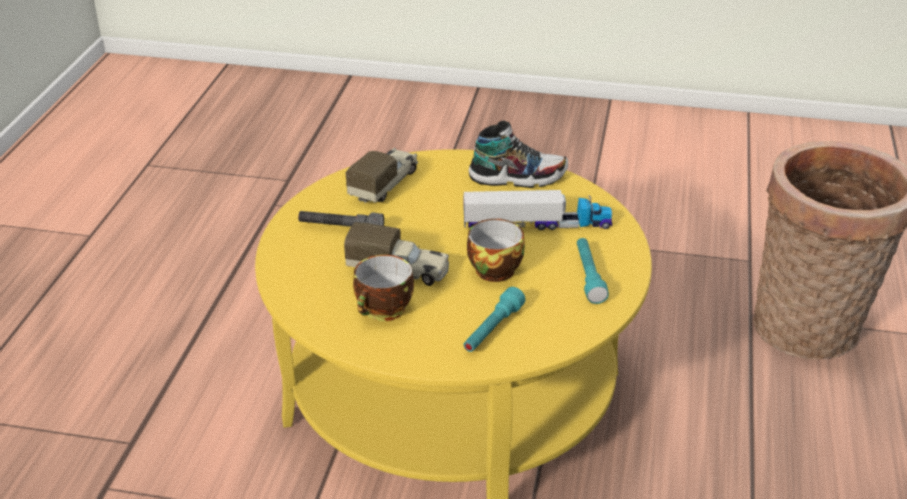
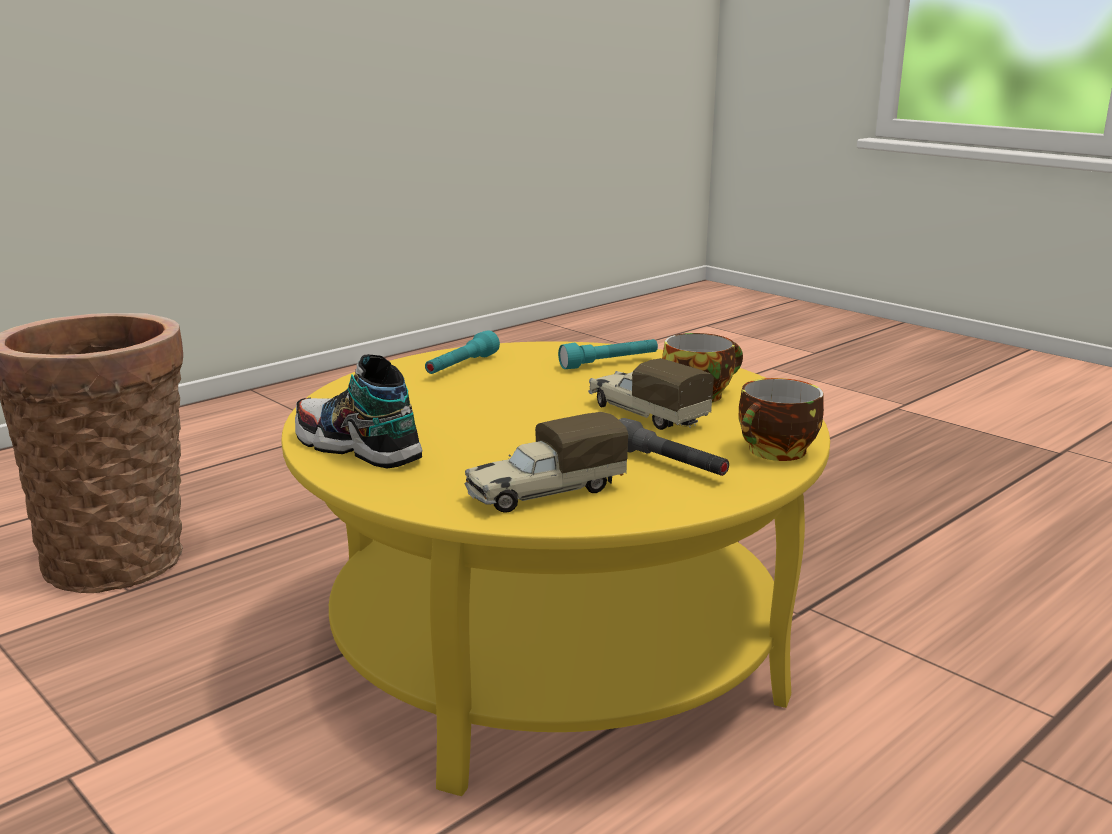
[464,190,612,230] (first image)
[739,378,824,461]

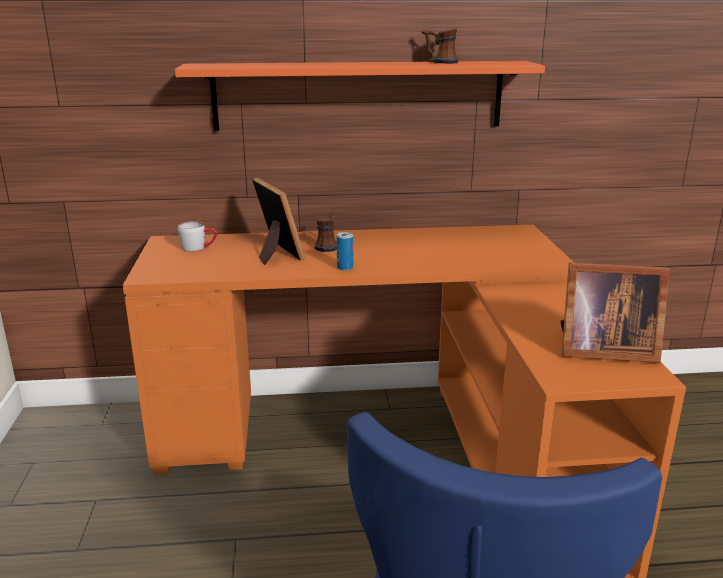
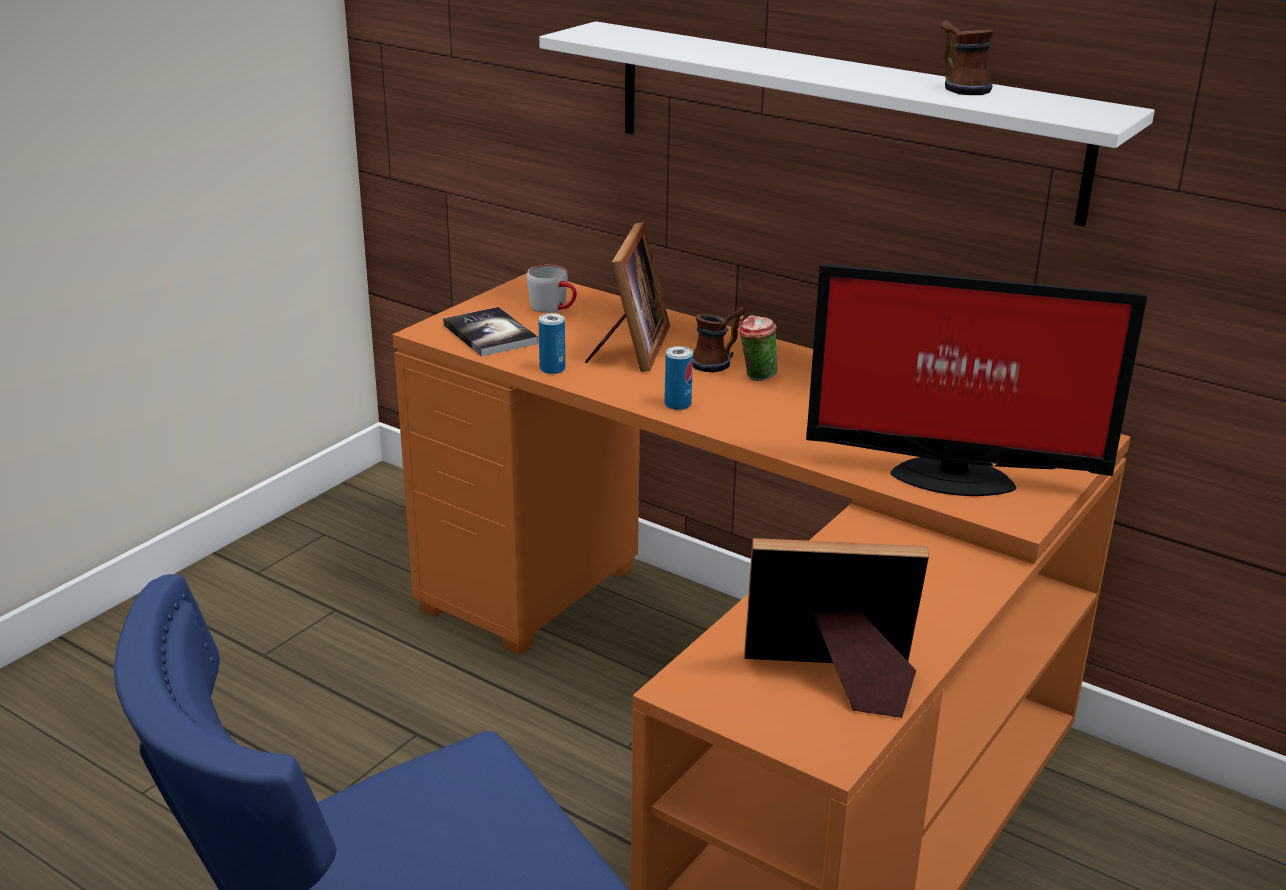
[539,21,1155,227]
[744,538,929,718]
[443,307,538,357]
[539,313,565,374]
[739,315,777,381]
[806,264,1147,496]

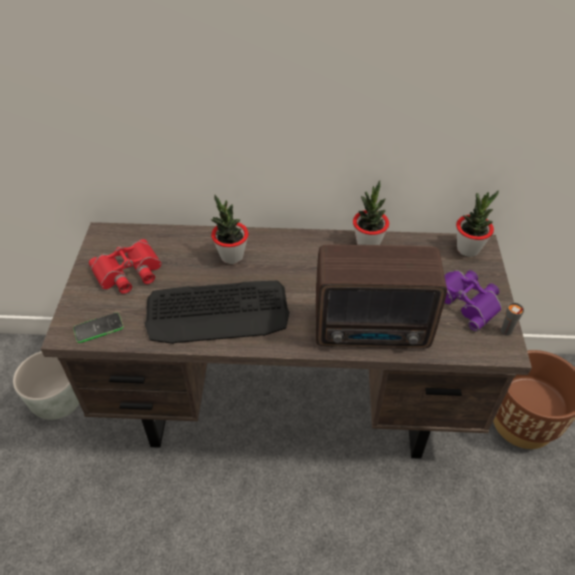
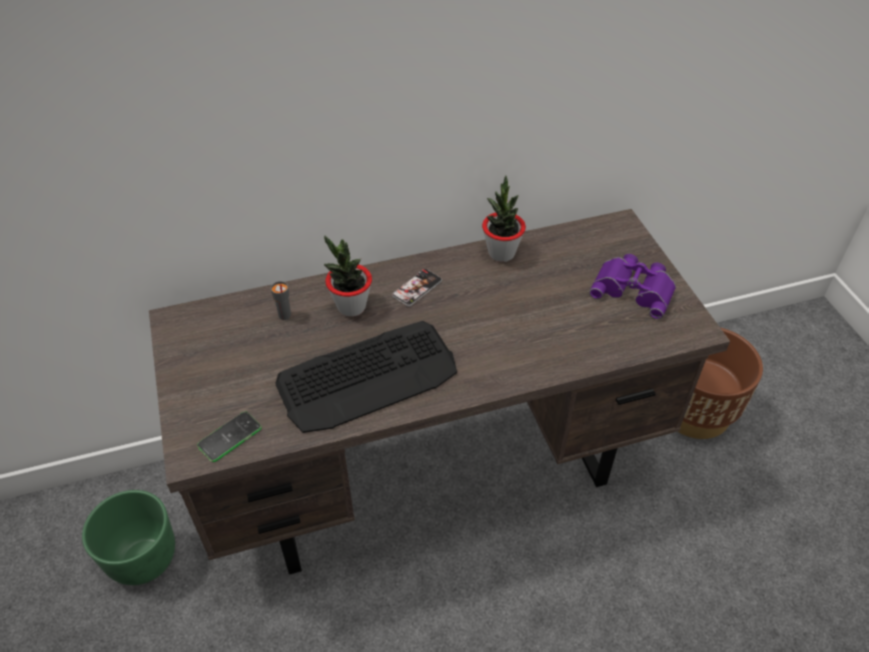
[82,490,175,585]
[89,239,162,294] (first image)
[316,245,447,349] (first image)
[456,190,499,257] (first image)
[271,281,291,320]
[392,269,442,307]

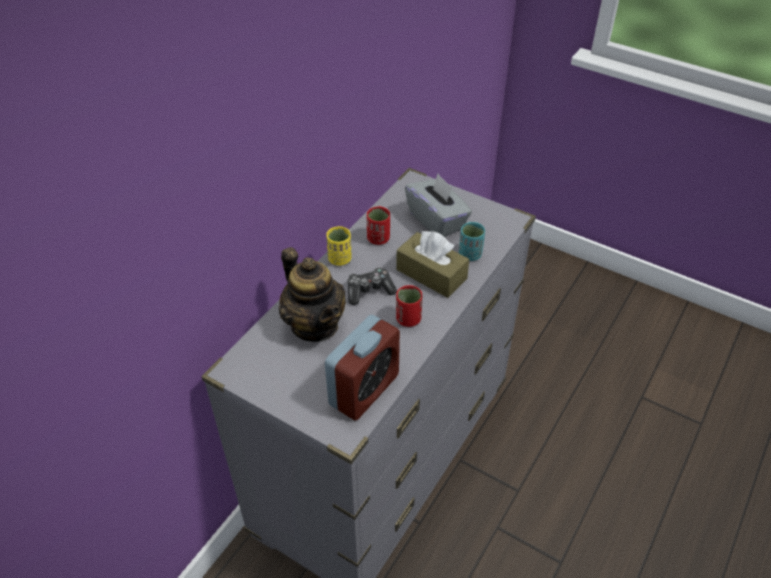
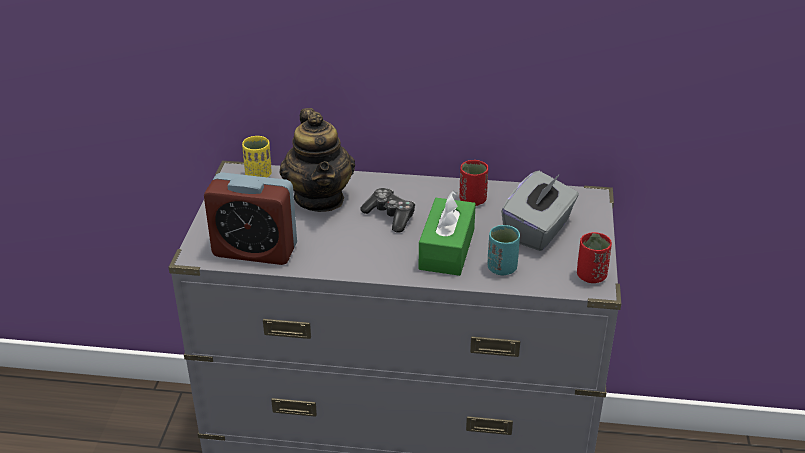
[280,108,355,212]
[242,135,272,177]
[419,191,476,276]
[577,232,612,283]

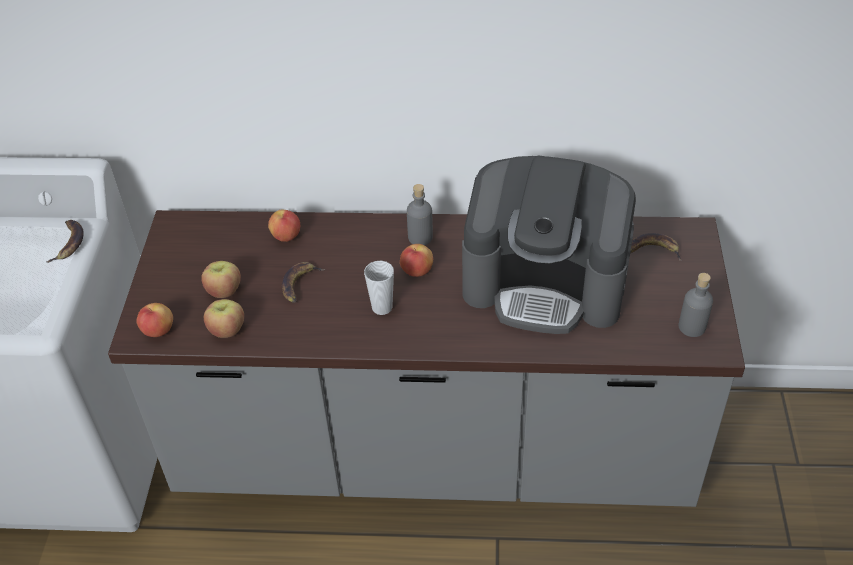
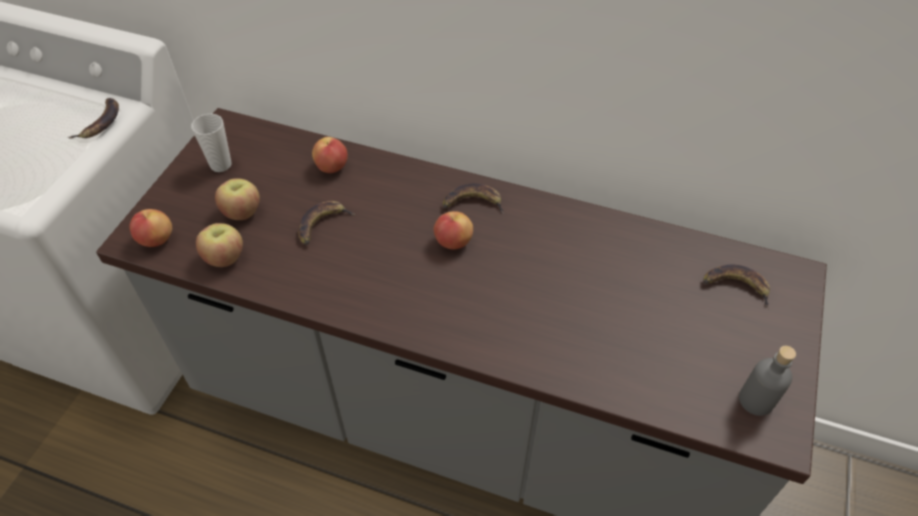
[191,114,231,172]
[443,184,504,214]
[462,156,636,334] (first image)

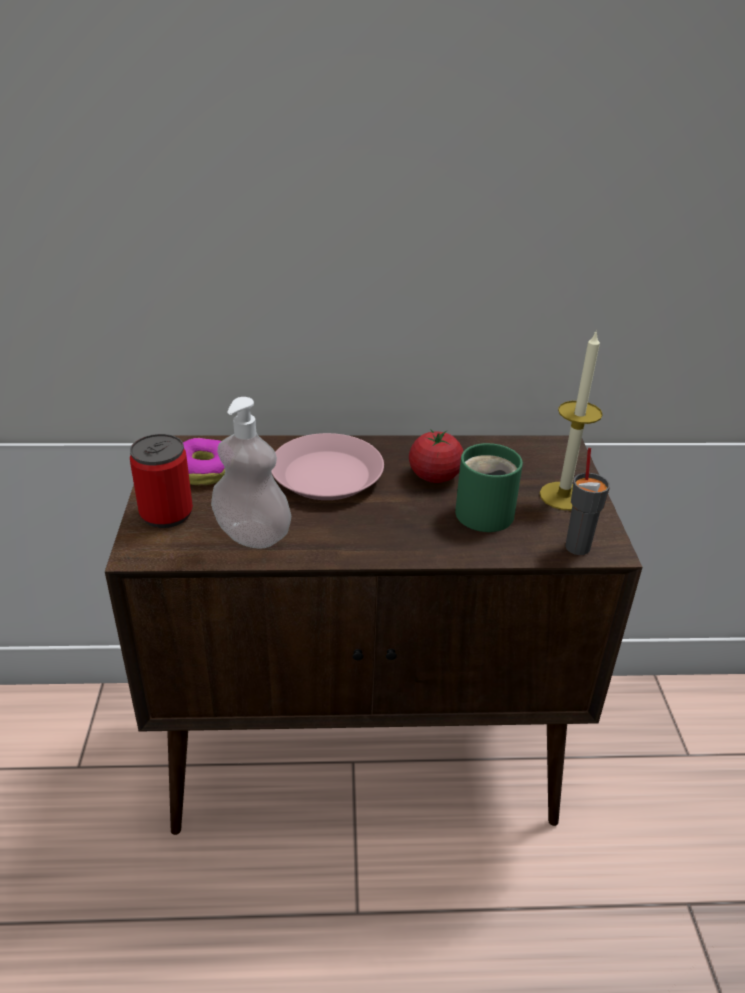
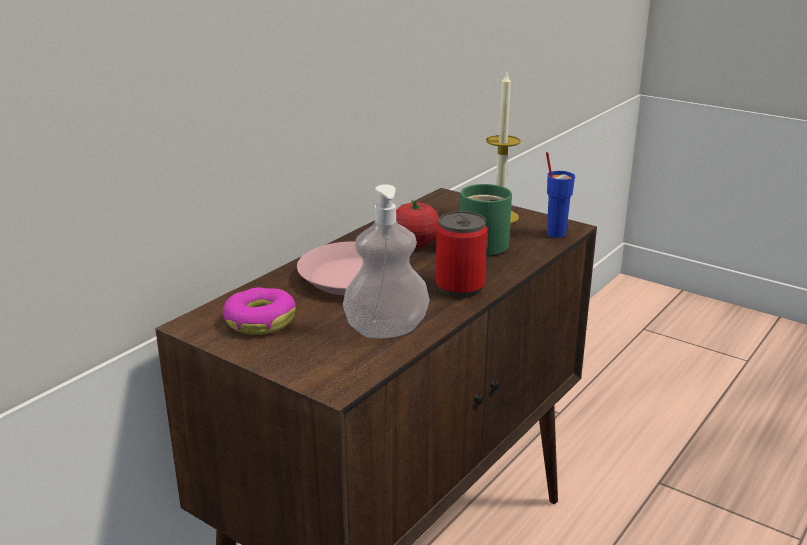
[436,211,487,297]
[546,152,575,238]

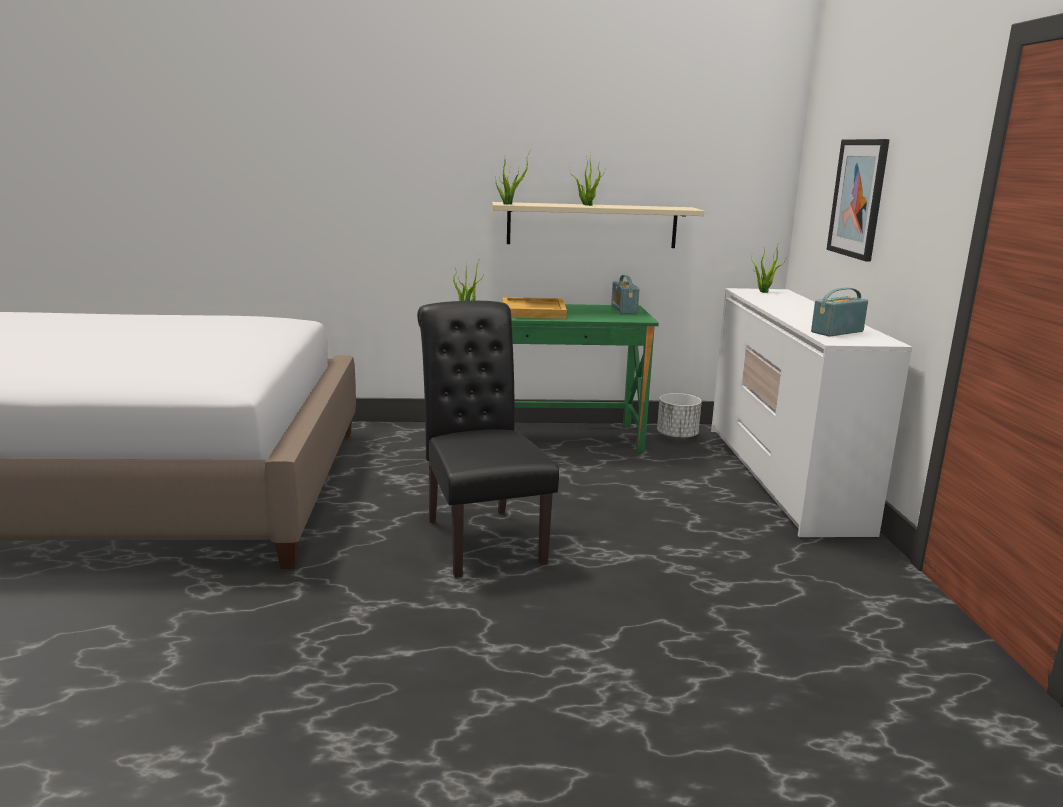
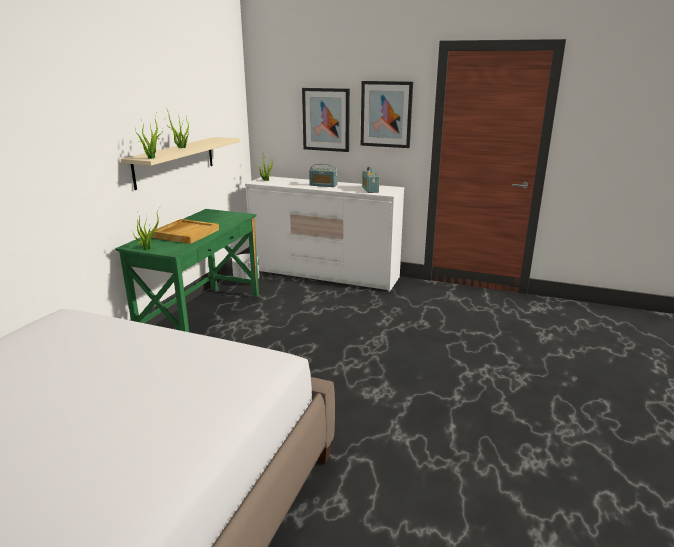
[417,301,559,578] (first image)
[309,164,338,187]
[361,81,413,148]

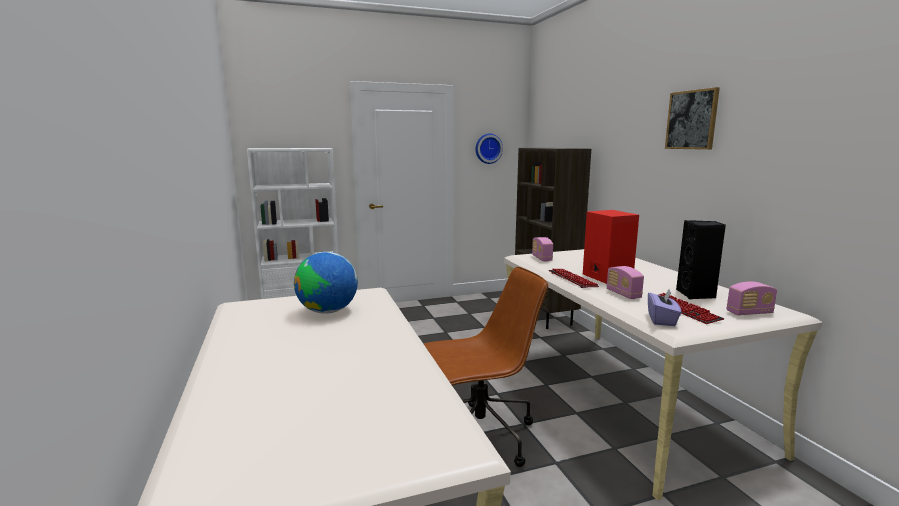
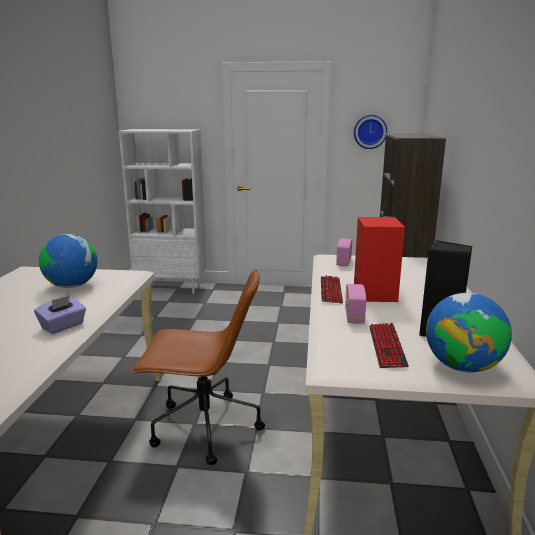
[34,295,86,334]
[665,87,720,150] (first image)
[426,293,512,372]

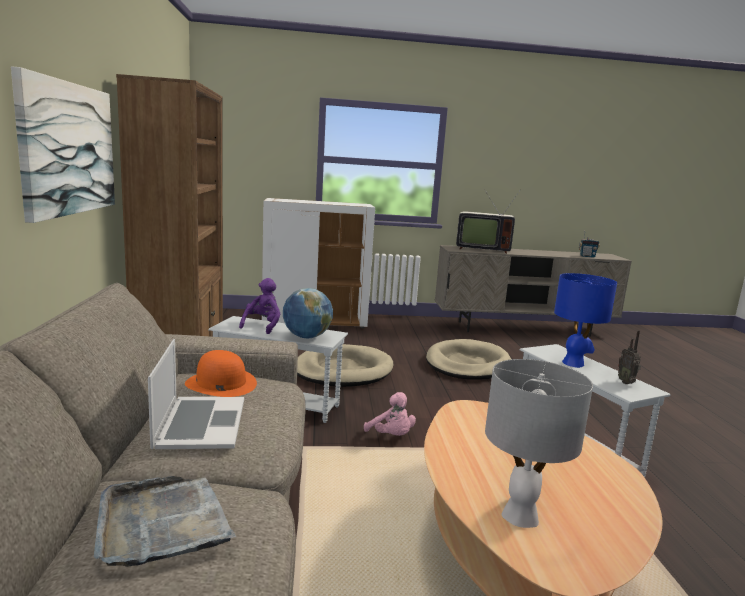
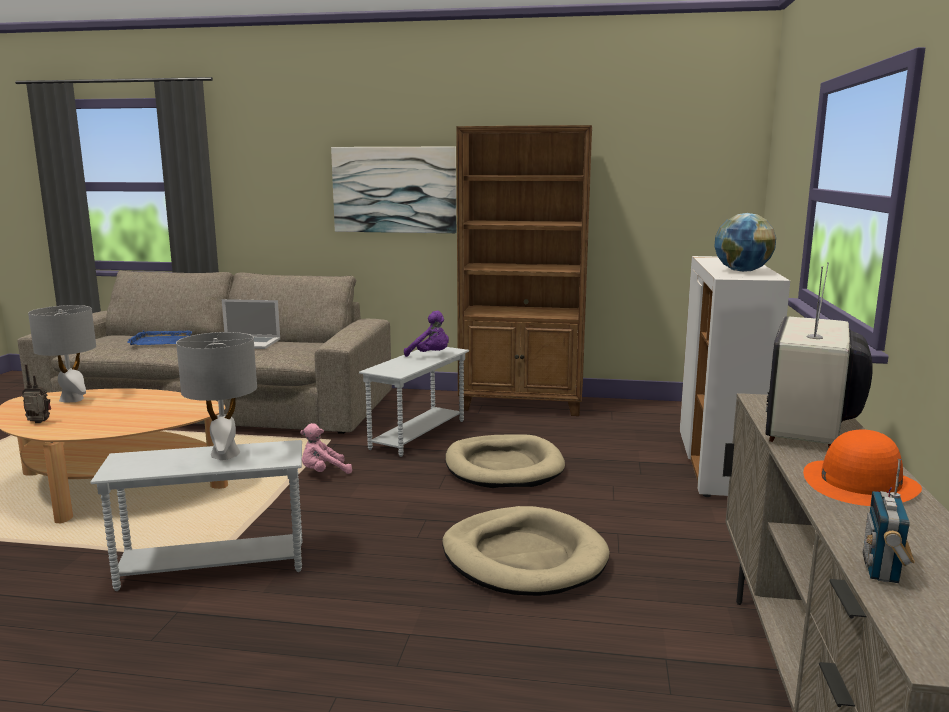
[127,330,193,345]
[803,430,922,506]
[714,213,776,272]
[176,332,257,460]
[22,364,51,423]

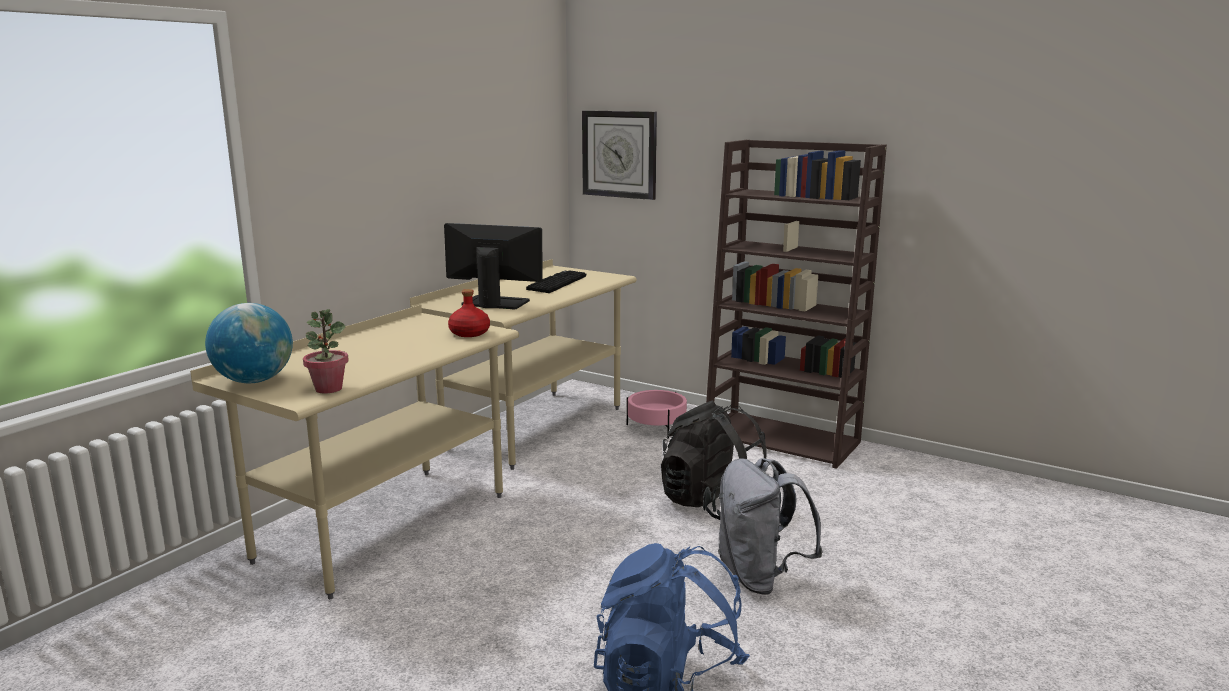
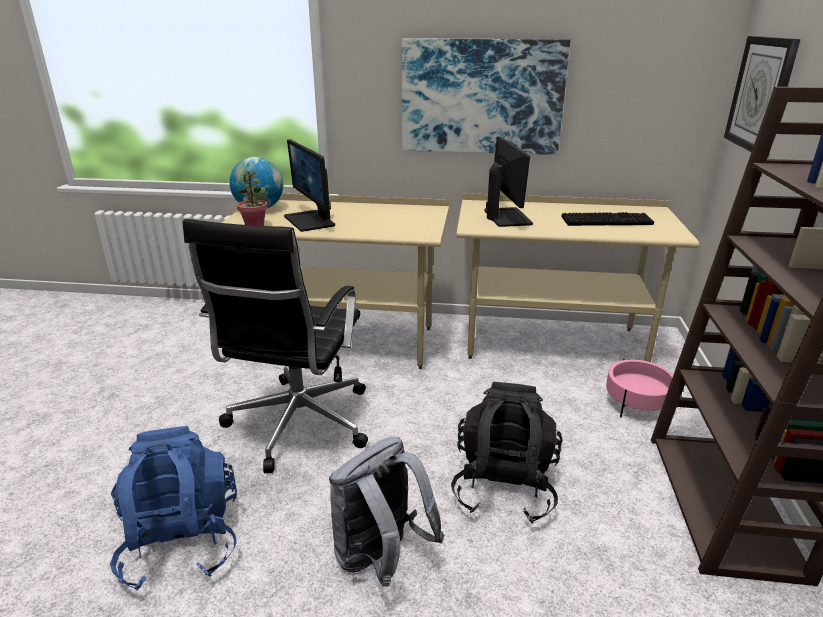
[448,289,490,337] (first image)
[182,219,368,473]
[284,139,335,232]
[401,39,570,155]

